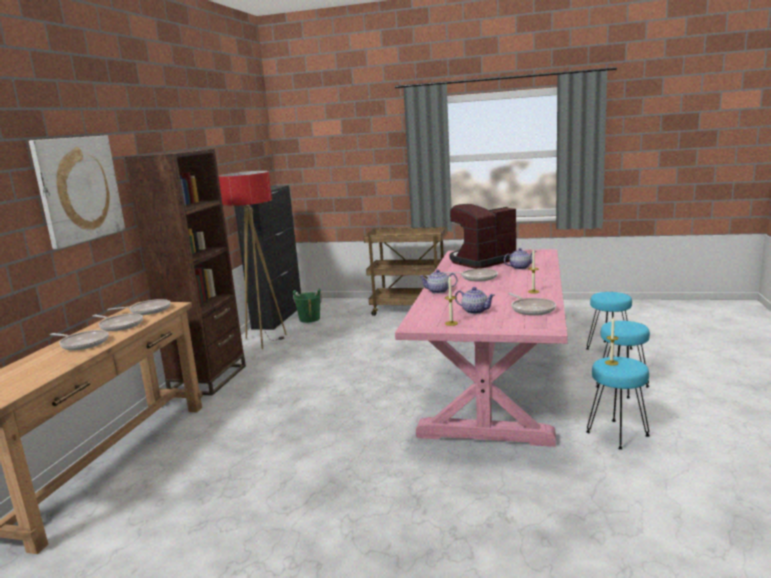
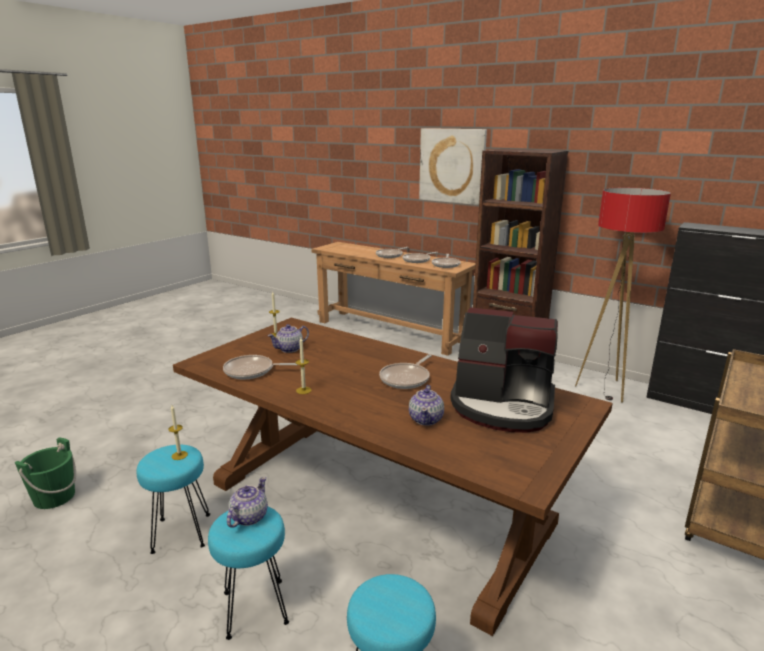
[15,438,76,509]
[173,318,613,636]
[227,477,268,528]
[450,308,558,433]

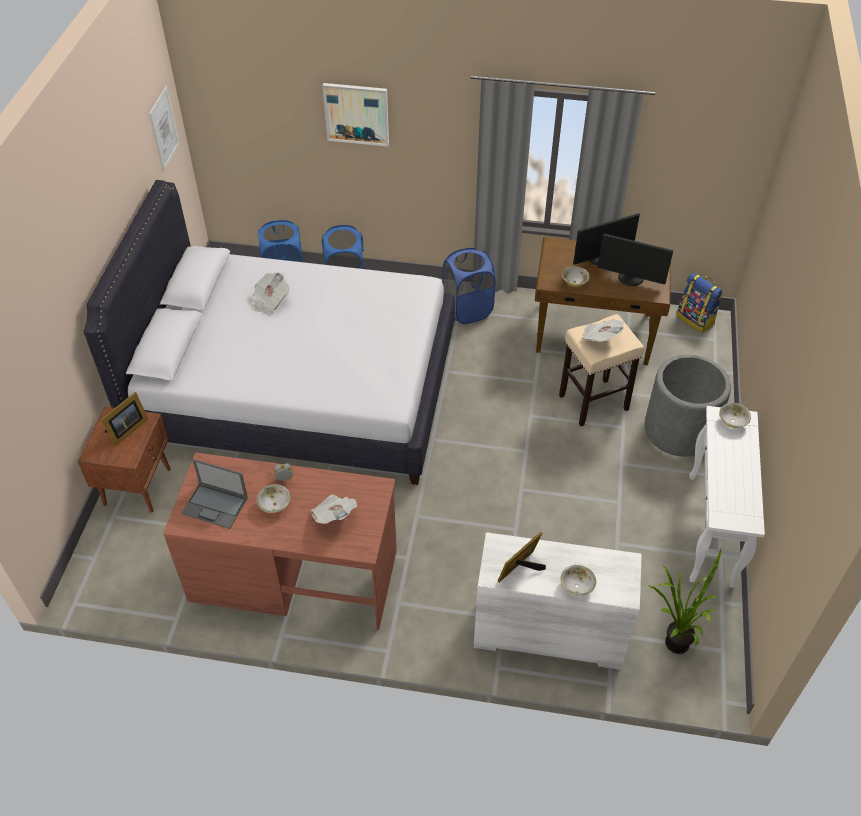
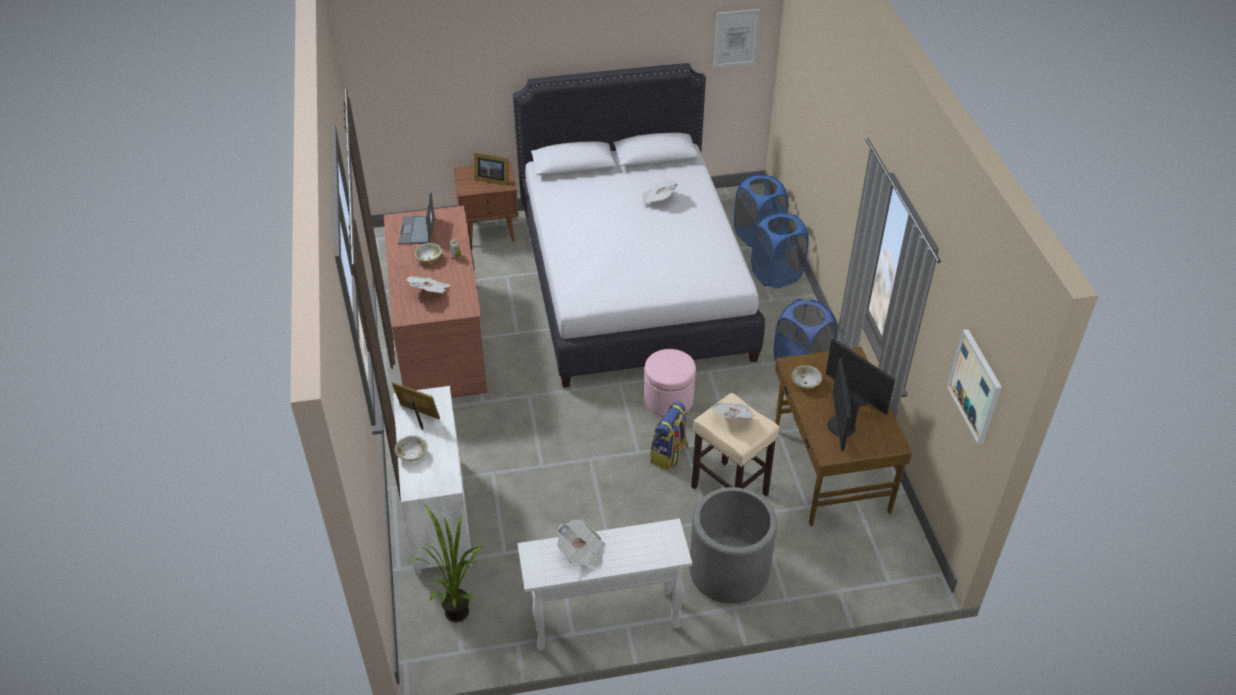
[947,329,1002,444]
[650,401,688,471]
[719,403,751,428] (first image)
[557,519,605,569]
[644,349,696,417]

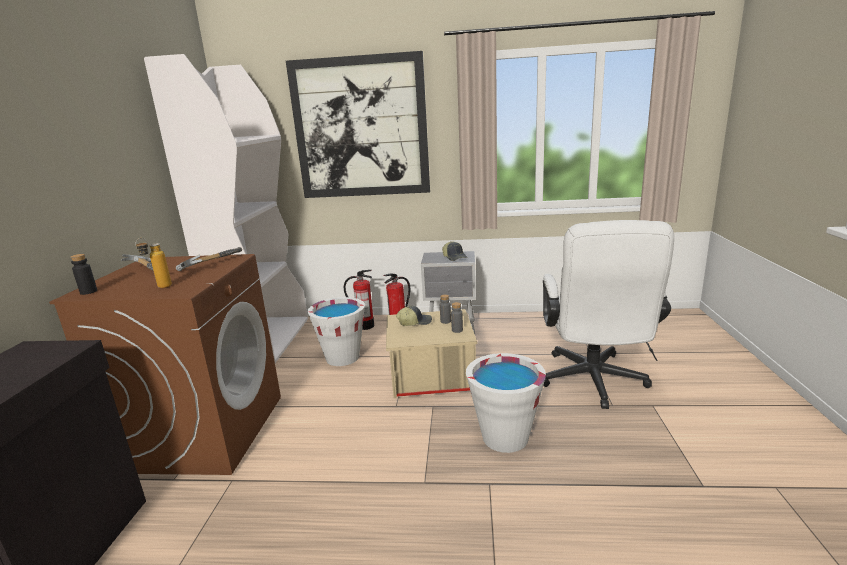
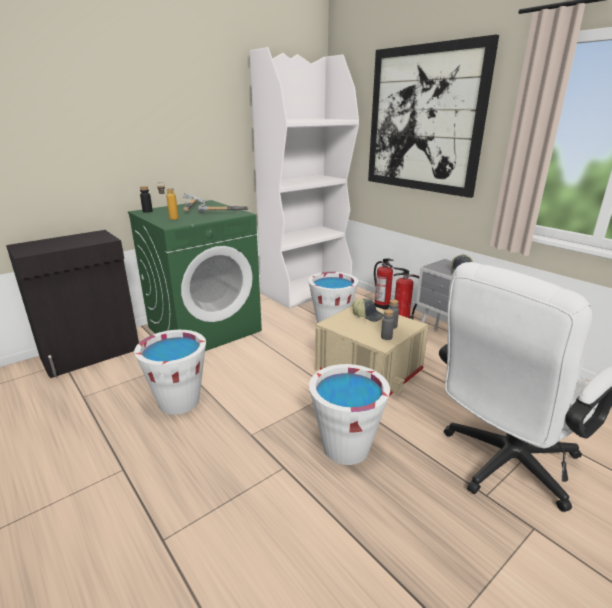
[128,200,262,351]
[134,330,206,415]

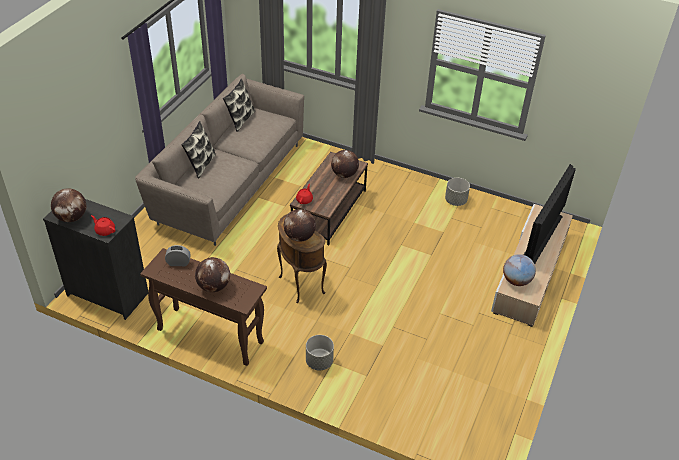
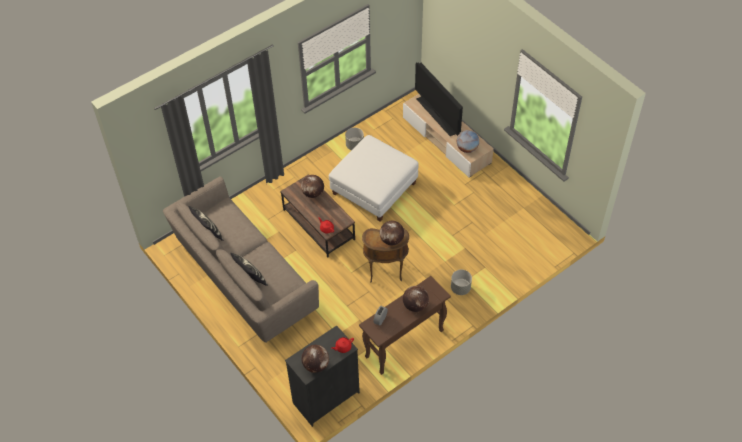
[329,135,419,222]

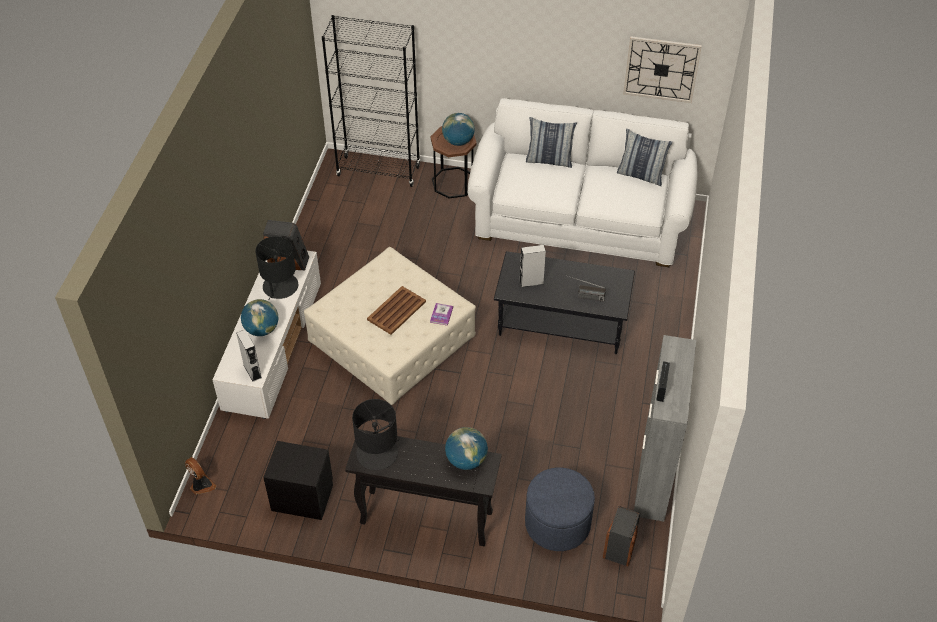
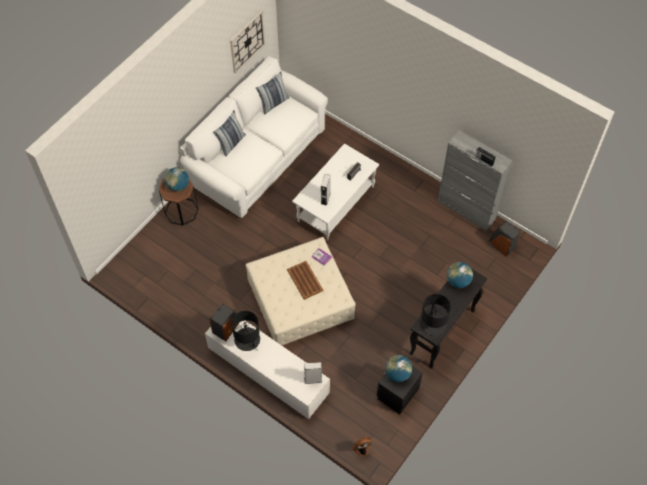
[385,355,412,382]
[322,15,420,187] (first image)
[292,143,379,240]
[525,468,595,551] (first image)

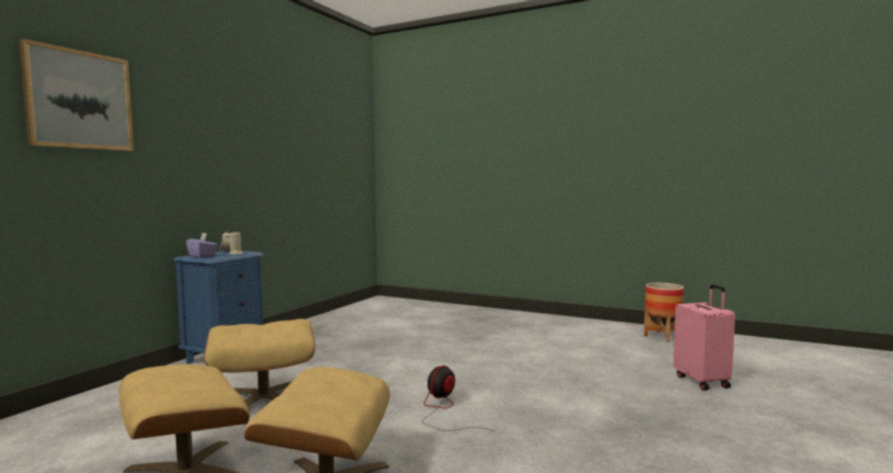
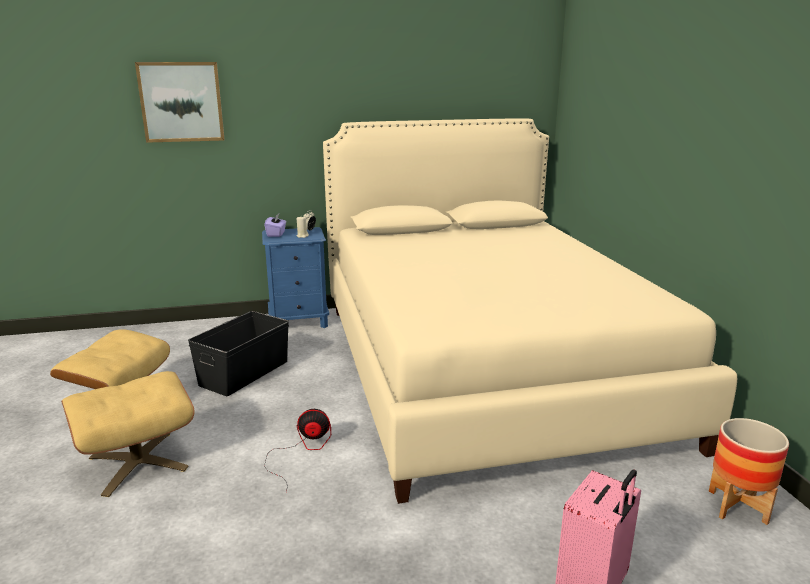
[188,311,289,396]
[323,119,737,504]

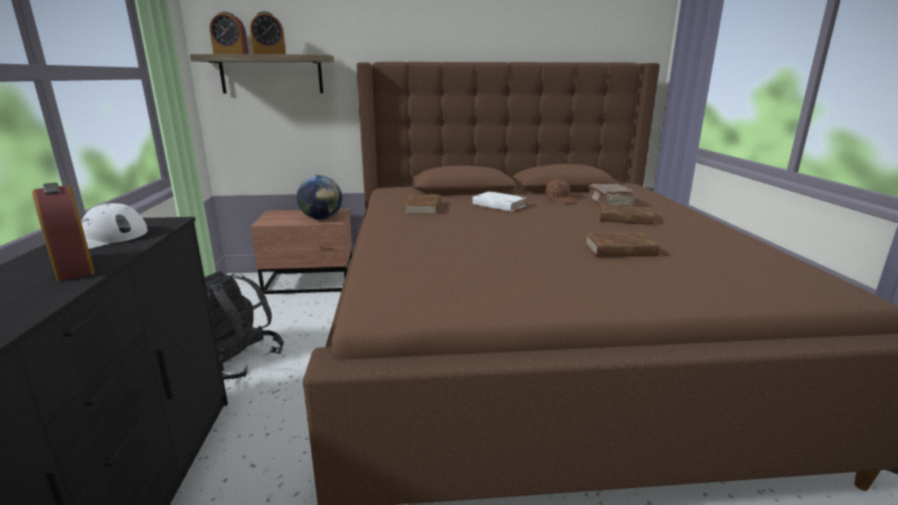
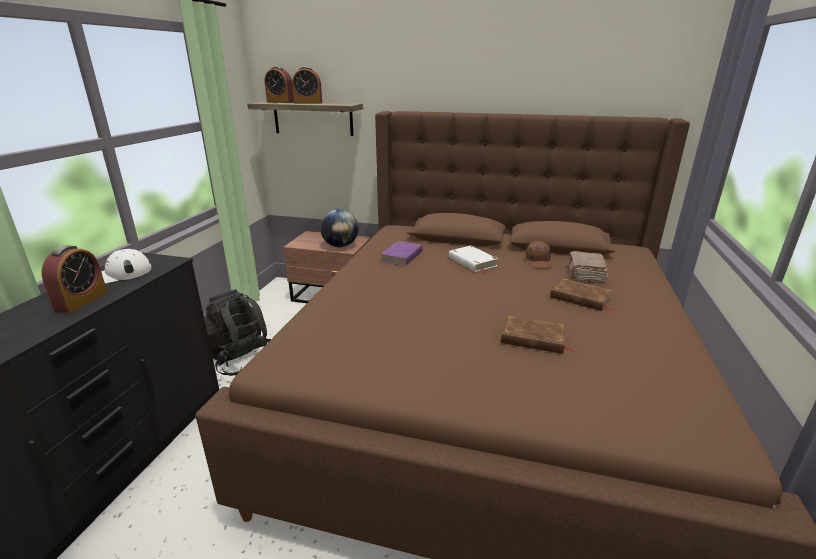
[41,245,108,313]
[380,241,423,266]

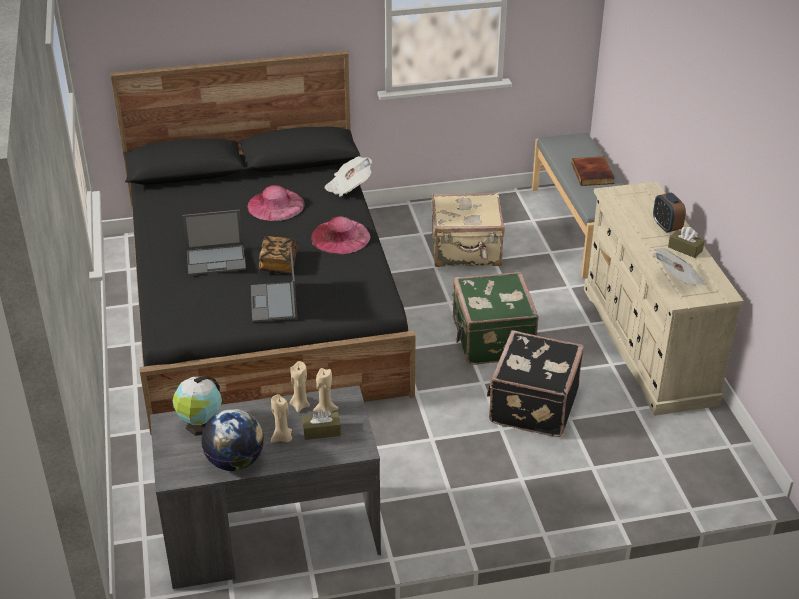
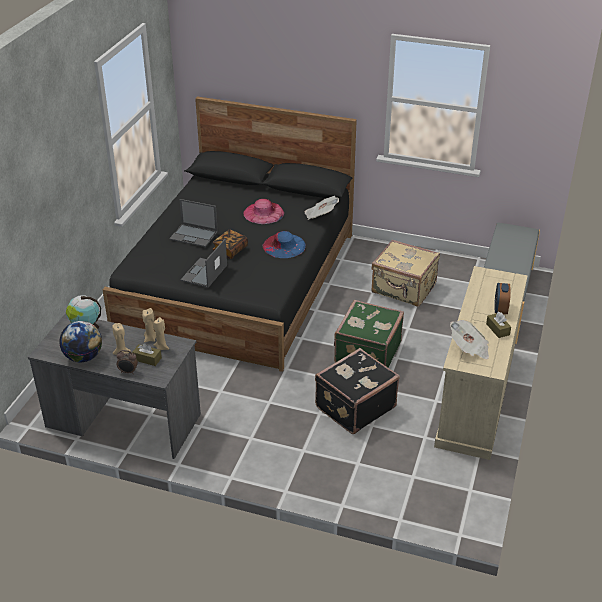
[263,231,306,258]
[572,156,615,186] (first image)
[117,350,138,374]

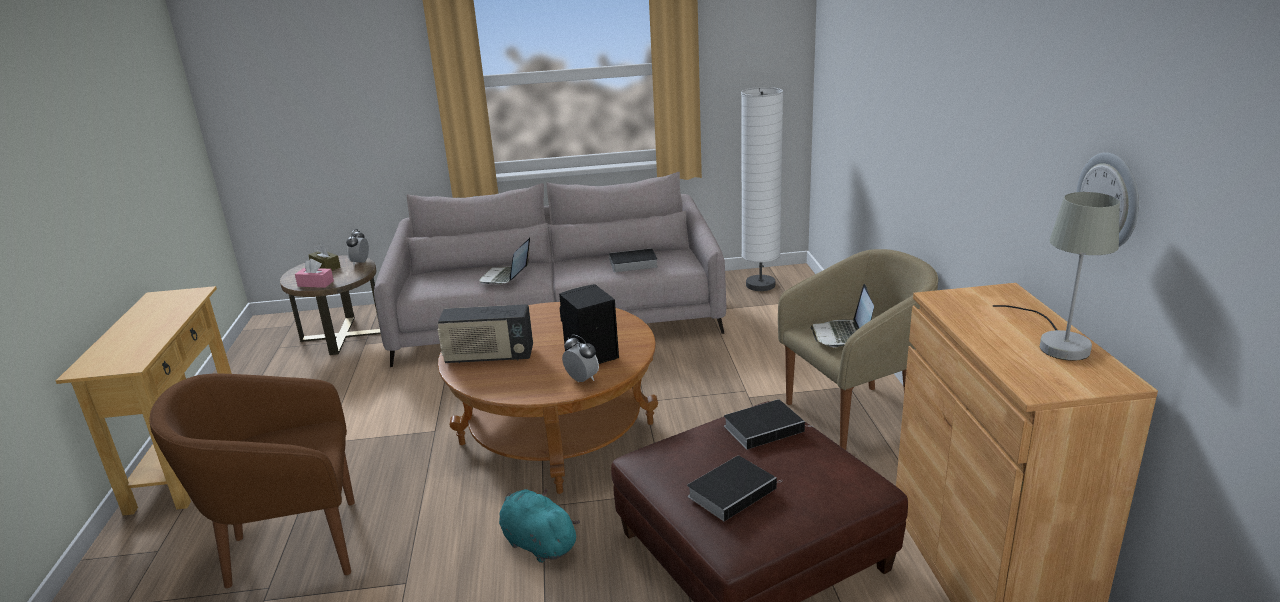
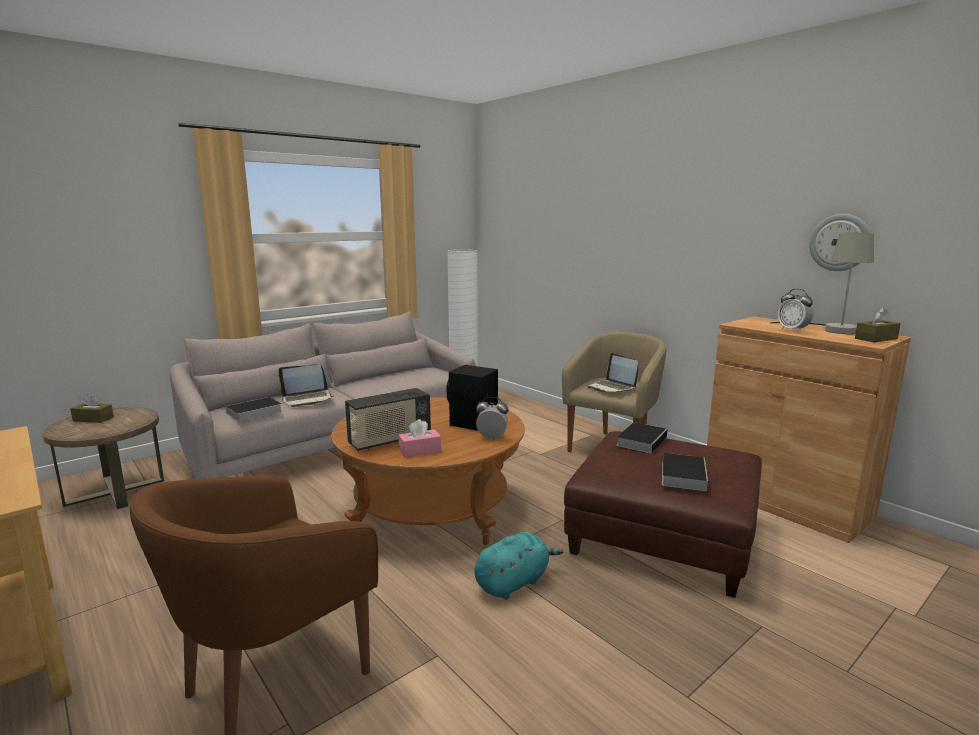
[399,419,441,457]
[777,289,814,332]
[278,364,333,407]
[474,532,563,599]
[219,397,282,422]
[855,307,901,342]

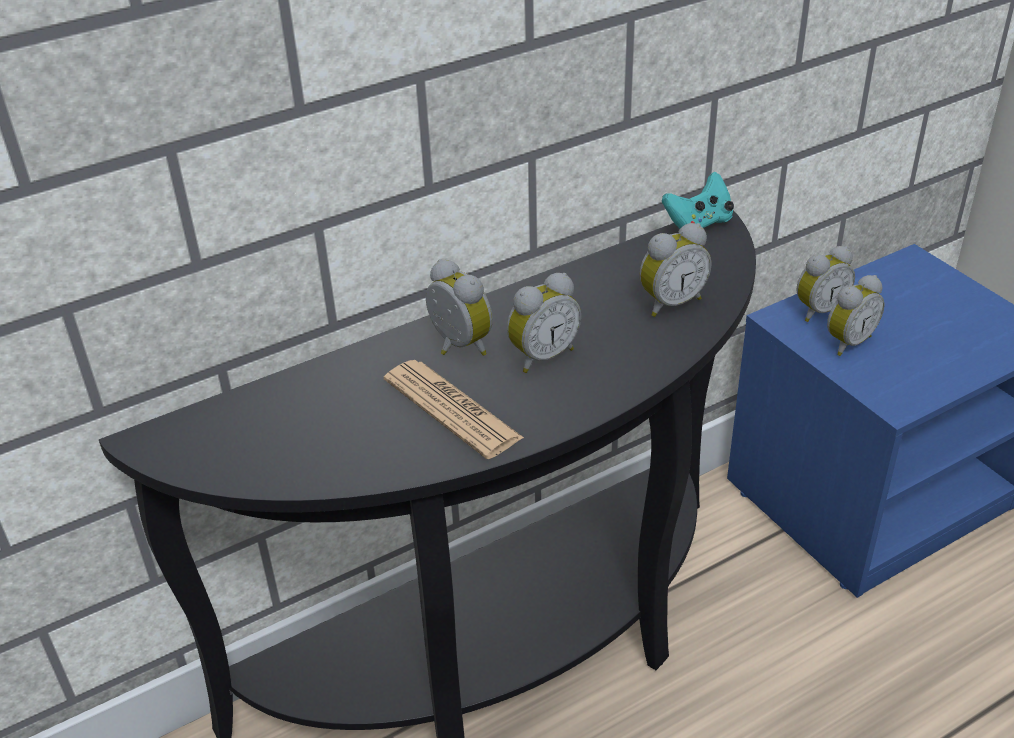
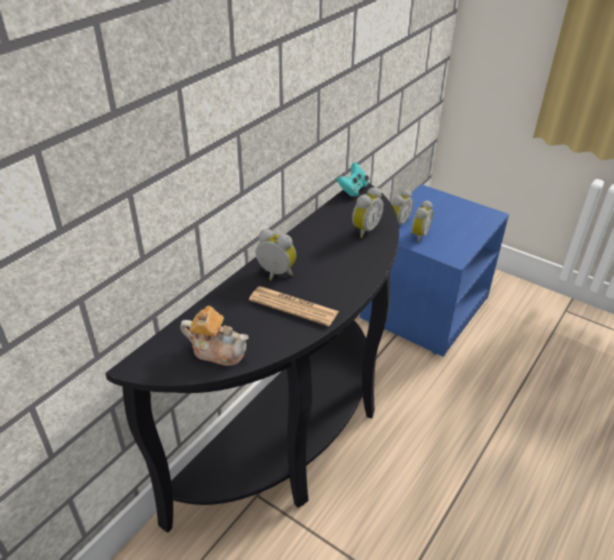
[507,273,581,373] (first image)
[180,306,249,366]

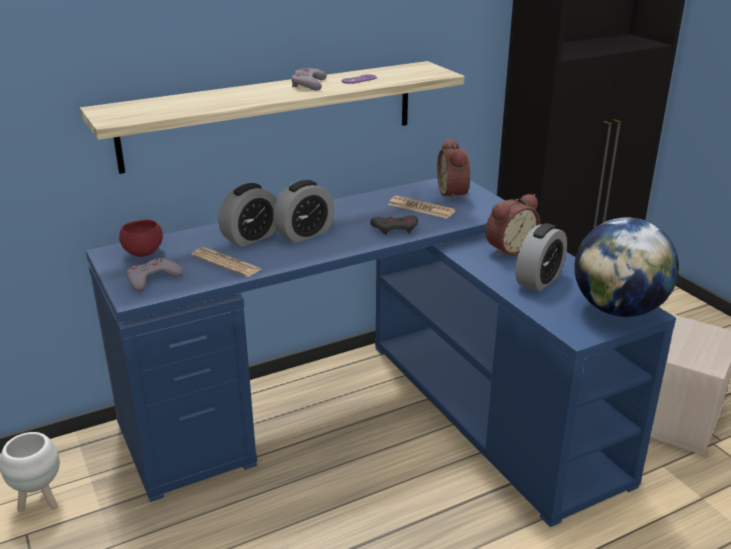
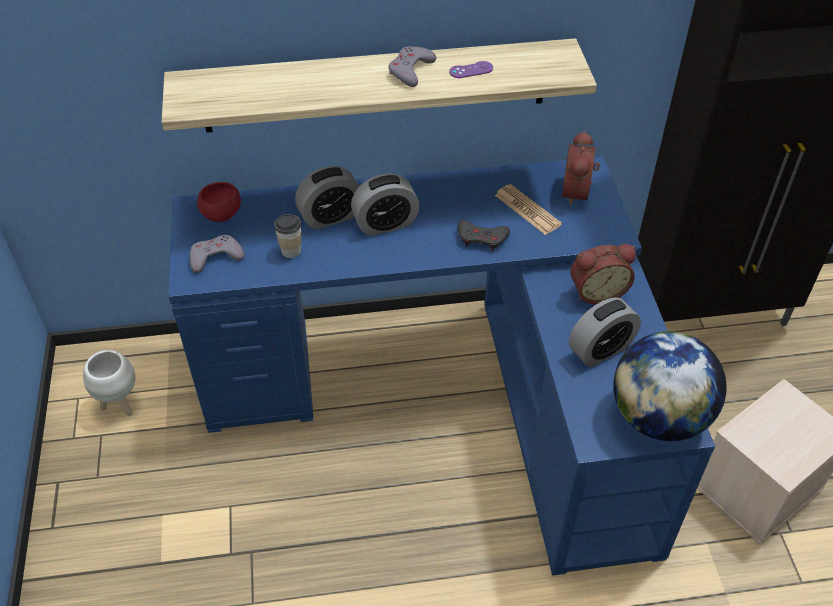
[274,214,301,258]

